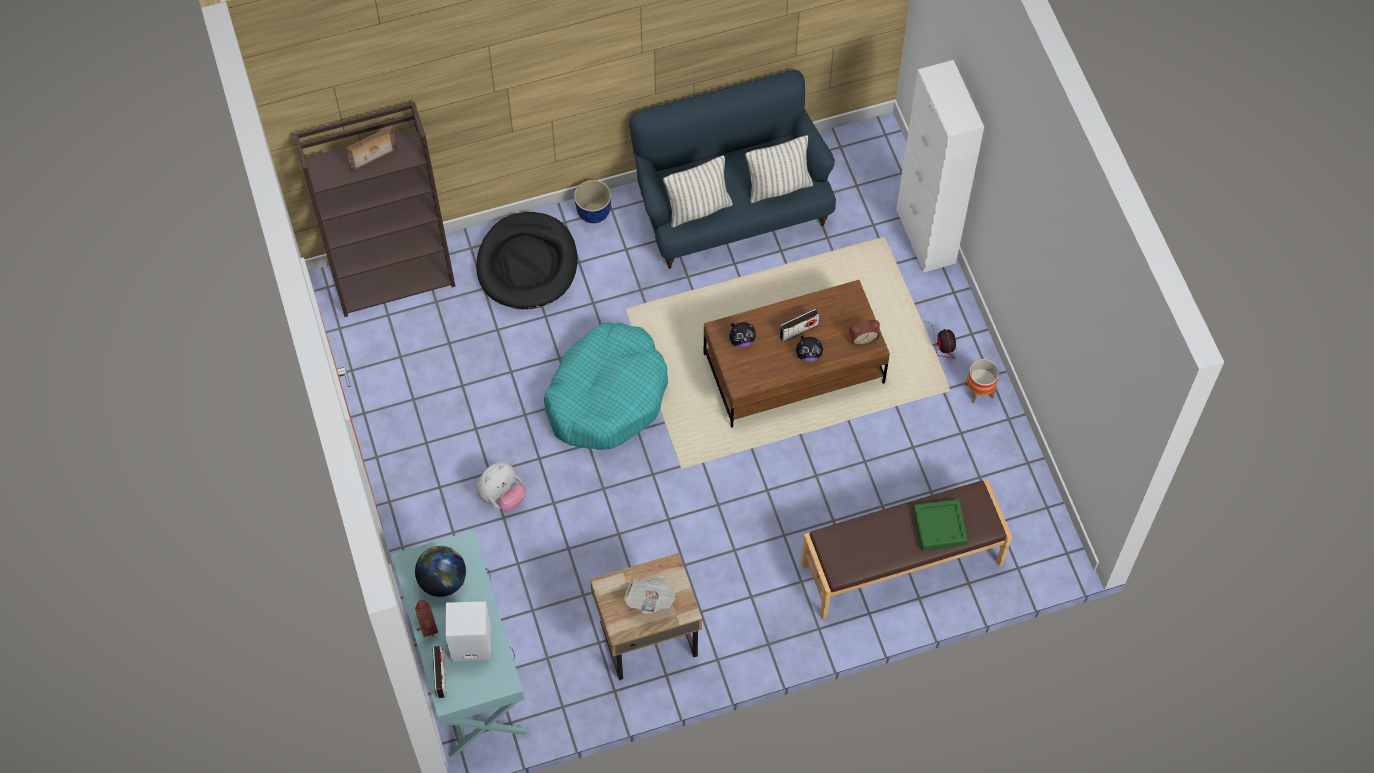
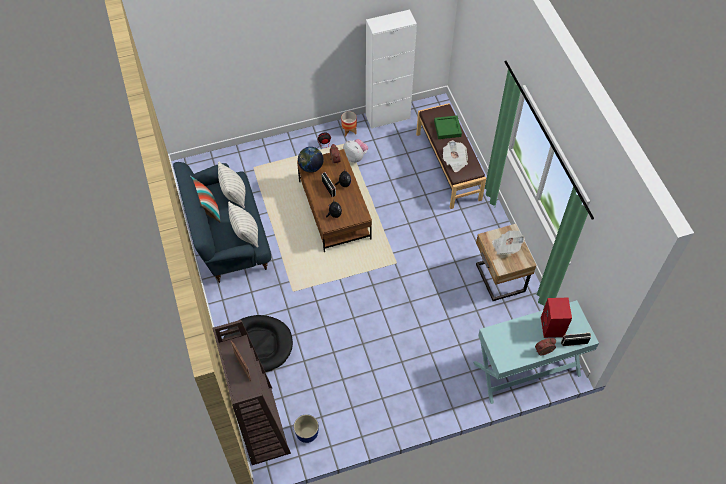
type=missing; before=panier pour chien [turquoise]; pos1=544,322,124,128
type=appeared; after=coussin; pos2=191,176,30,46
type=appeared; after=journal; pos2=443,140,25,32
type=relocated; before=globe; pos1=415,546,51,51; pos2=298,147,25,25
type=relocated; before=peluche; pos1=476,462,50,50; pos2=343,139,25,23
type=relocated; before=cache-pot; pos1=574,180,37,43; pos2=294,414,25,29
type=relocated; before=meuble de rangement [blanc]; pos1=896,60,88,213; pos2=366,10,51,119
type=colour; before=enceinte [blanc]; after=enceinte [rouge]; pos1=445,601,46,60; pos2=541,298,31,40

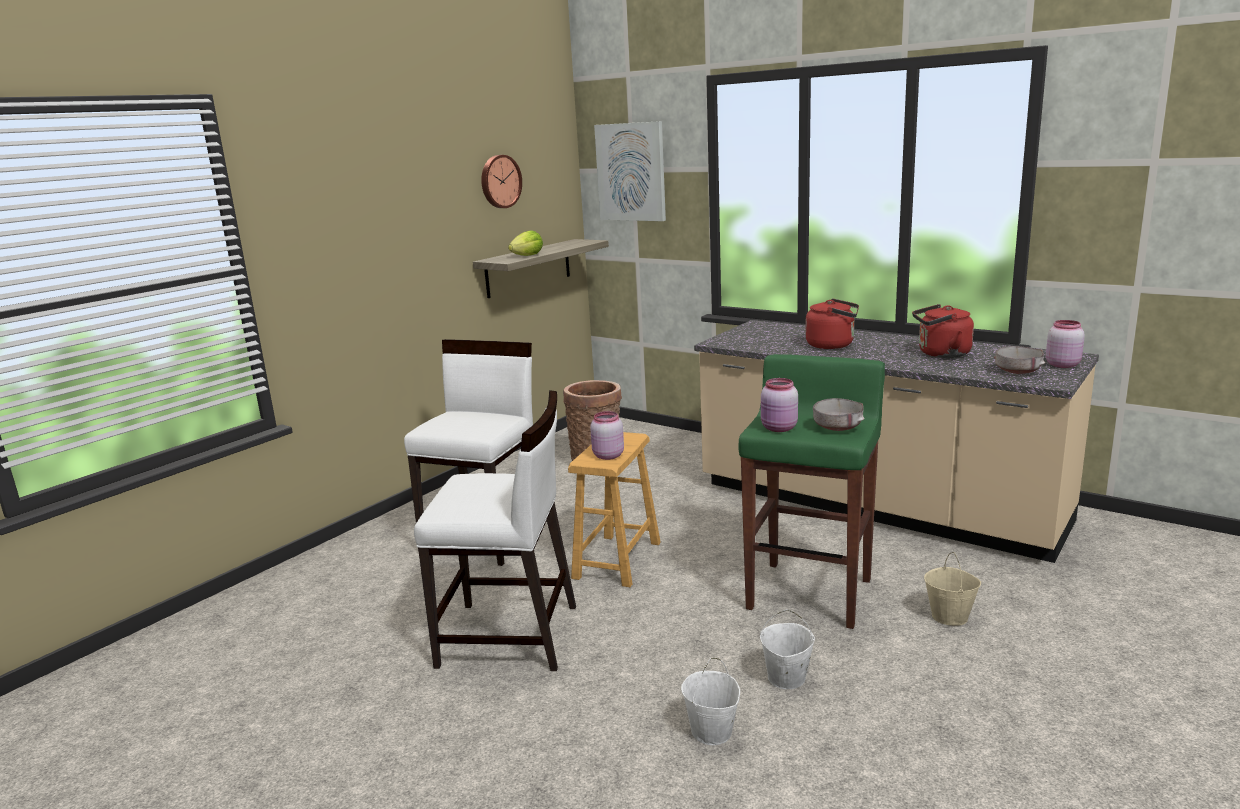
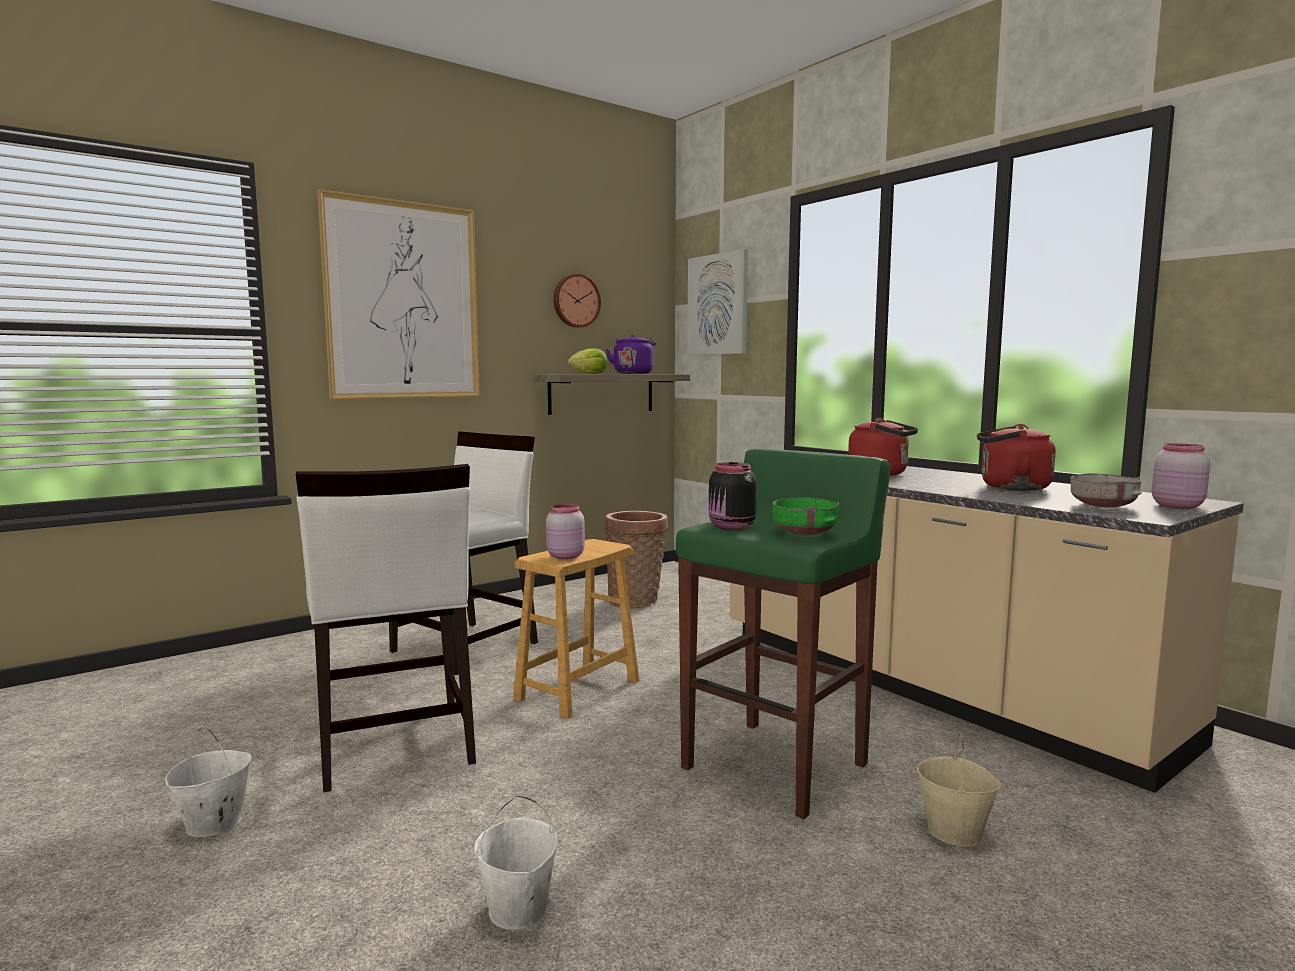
type=appeared; after=tableau; pos2=317,189,163,210
type=appeared; after=bouilloire [violet]; pos2=606,335,50,39
type=relocated; before=seau [blanc]; pos1=760,609,55,80; pos2=165,727,87,110
type=colour; before=bocal [rose]; after=bocal [noir]; pos1=761,378,37,54; pos2=709,462,48,68
type=colour; before=bol [gris]; after=bol [vert]; pos1=813,398,52,33; pos2=772,497,67,38
type=spun; before=chaise [blanc]; pos1=414,390,162,281; pos2=296,464,180,329; turn=45

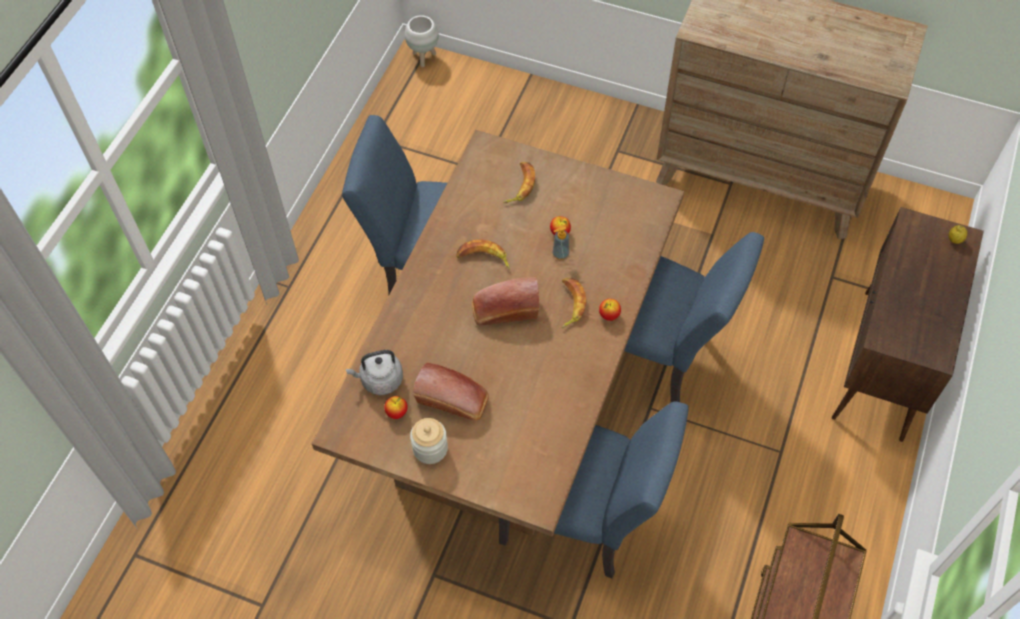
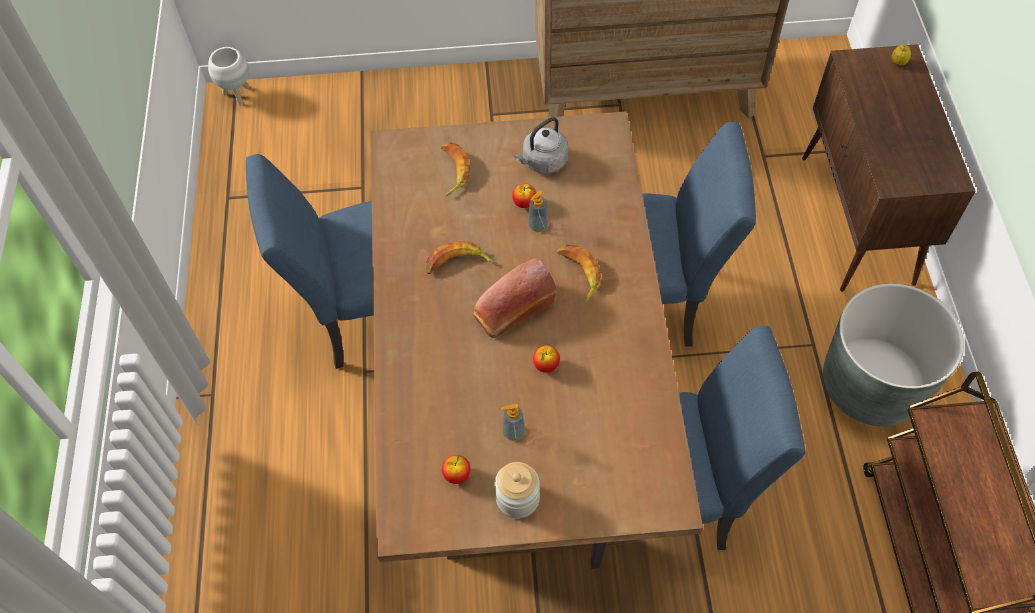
type=appeared; after=cache-pot [gris]; pos2=823,283,141,143
type=relocated; before=bouilloire [gris]; pos1=346,350,57,45; pos2=514,117,54,57
type=relocated; before=pomme; pos1=599,299,22,22; pos2=533,345,27,28
type=exchanged; before=pain; after=distributeur de savon; pos1=413,363,76,58; pos2=501,404,24,37

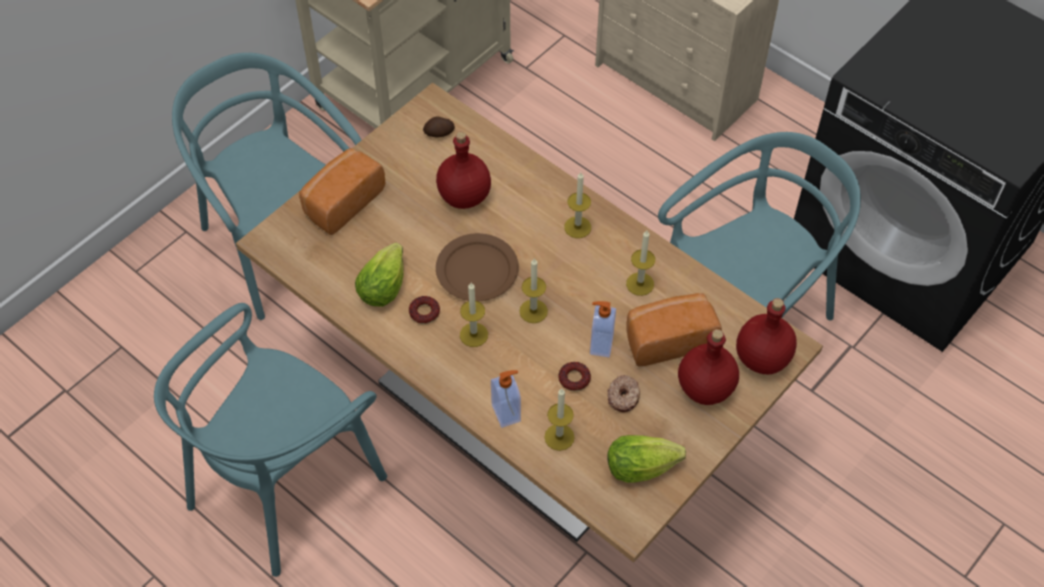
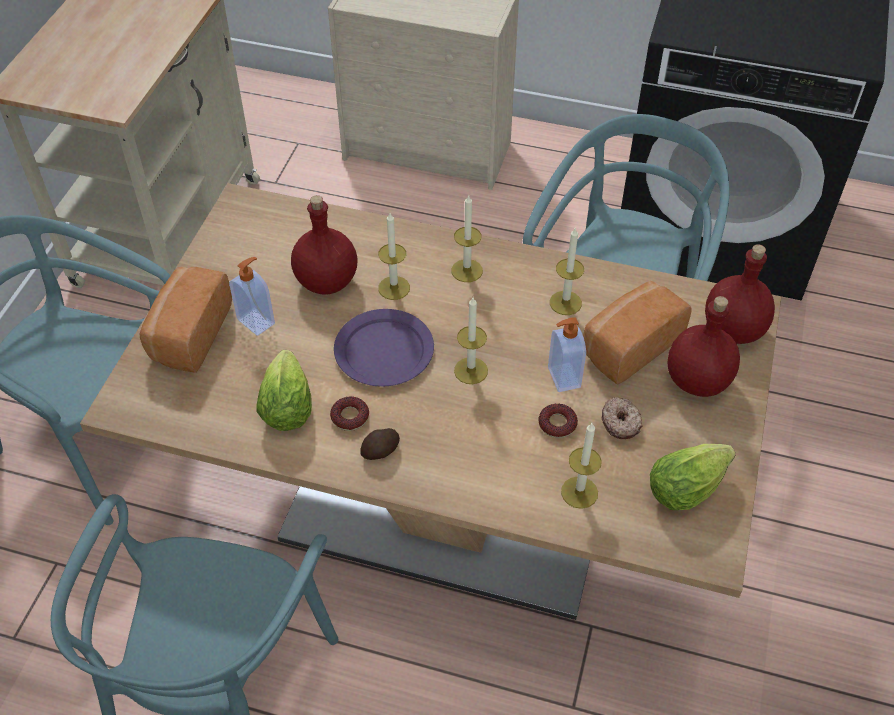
type=relocated; before=pomme de terre; pos1=423,116,32,22; pos2=360,428,40,32
type=relocated; before=bougie; pos1=460,283,28,64; pos2=378,213,32,87
type=relocated; before=distributeur de savon; pos1=491,370,30,58; pos2=229,257,46,79
type=colour; before=assiette [marron]; after=assiette [violet]; pos1=436,233,83,68; pos2=334,309,100,78

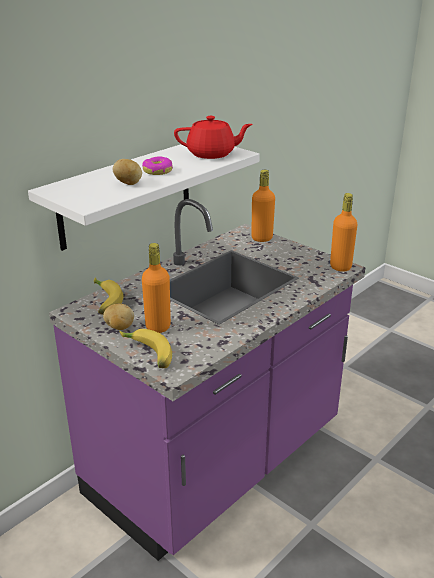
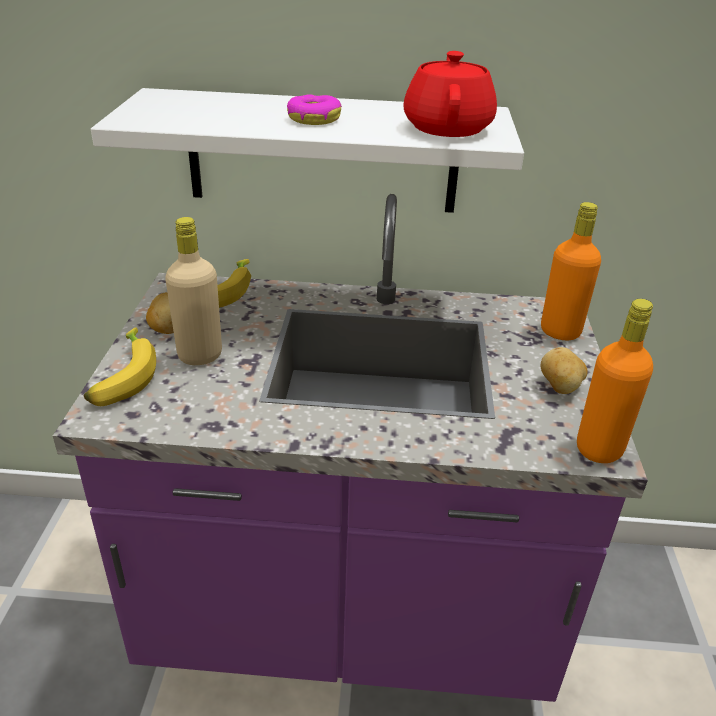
type=relocated; before=pomme de terre; pos1=113,159,29,26; pos2=541,347,47,47
type=colour; before=bouteille [orange]; after=bouteille [beige]; pos1=142,243,29,90; pos2=165,217,57,148
type=spun; before=théière [rouge]; pos1=174,116,79,43; pos2=403,51,94,86; turn=-135

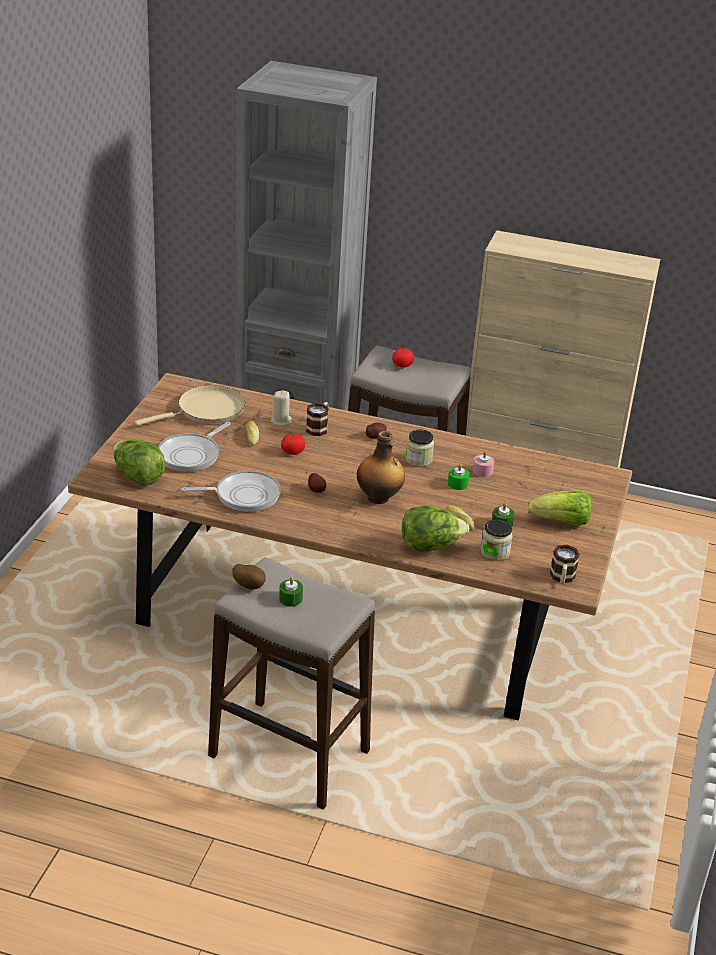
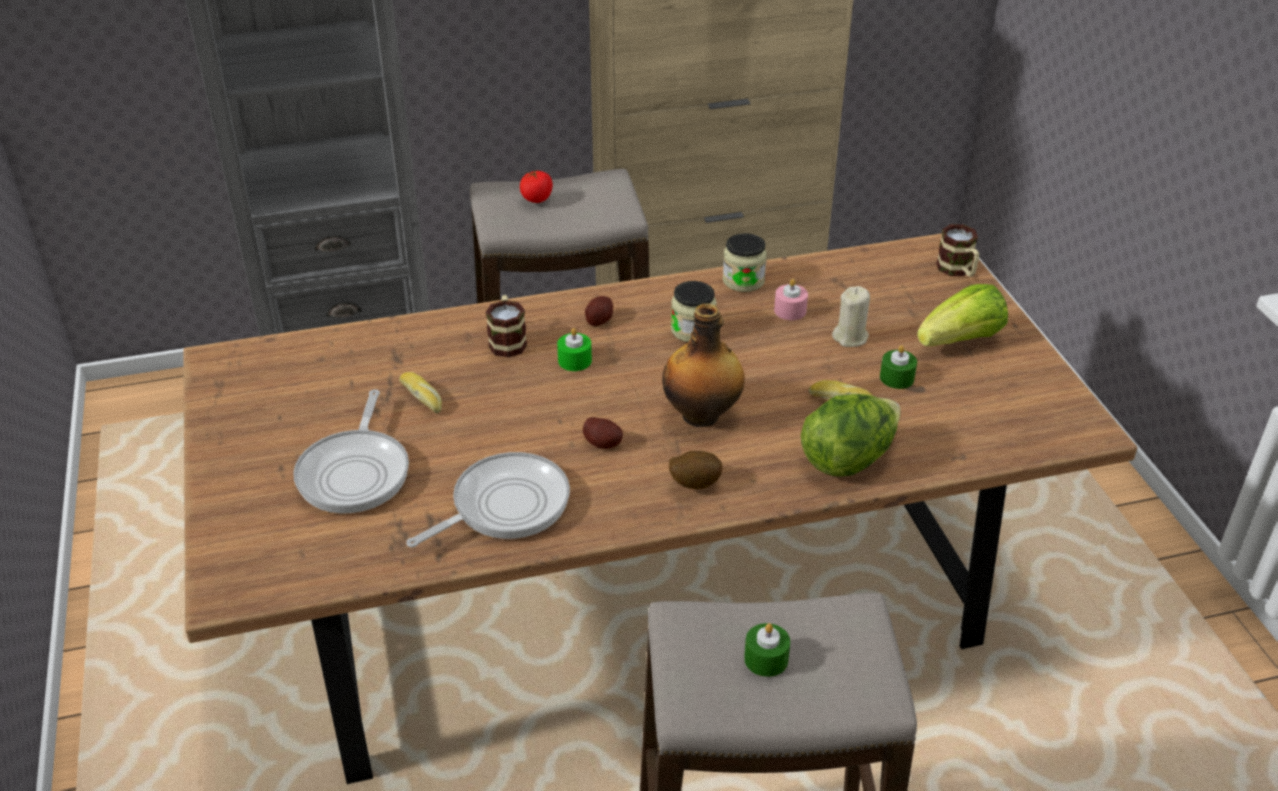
type=missing; before=laitue; pos1=113,439,52,47
type=missing; before=poêle [beige]; pos1=135,385,111,41
type=missing; before=tomate; pos1=281,433,24,22
type=relocated; before=pomme de terre; pos1=232,564,34,26; pos2=669,451,54,38
type=relocated; before=bougie [beige]; pos1=271,390,21,36; pos2=832,286,38,61
type=relocated; before=bougie [vert]; pos1=448,464,22,26; pos2=557,328,35,43
type=relocated; before=bocal; pos1=480,519,33,42; pos2=723,233,44,59
type=relocated; before=mug; pos1=550,545,30,39; pos2=936,224,43,53

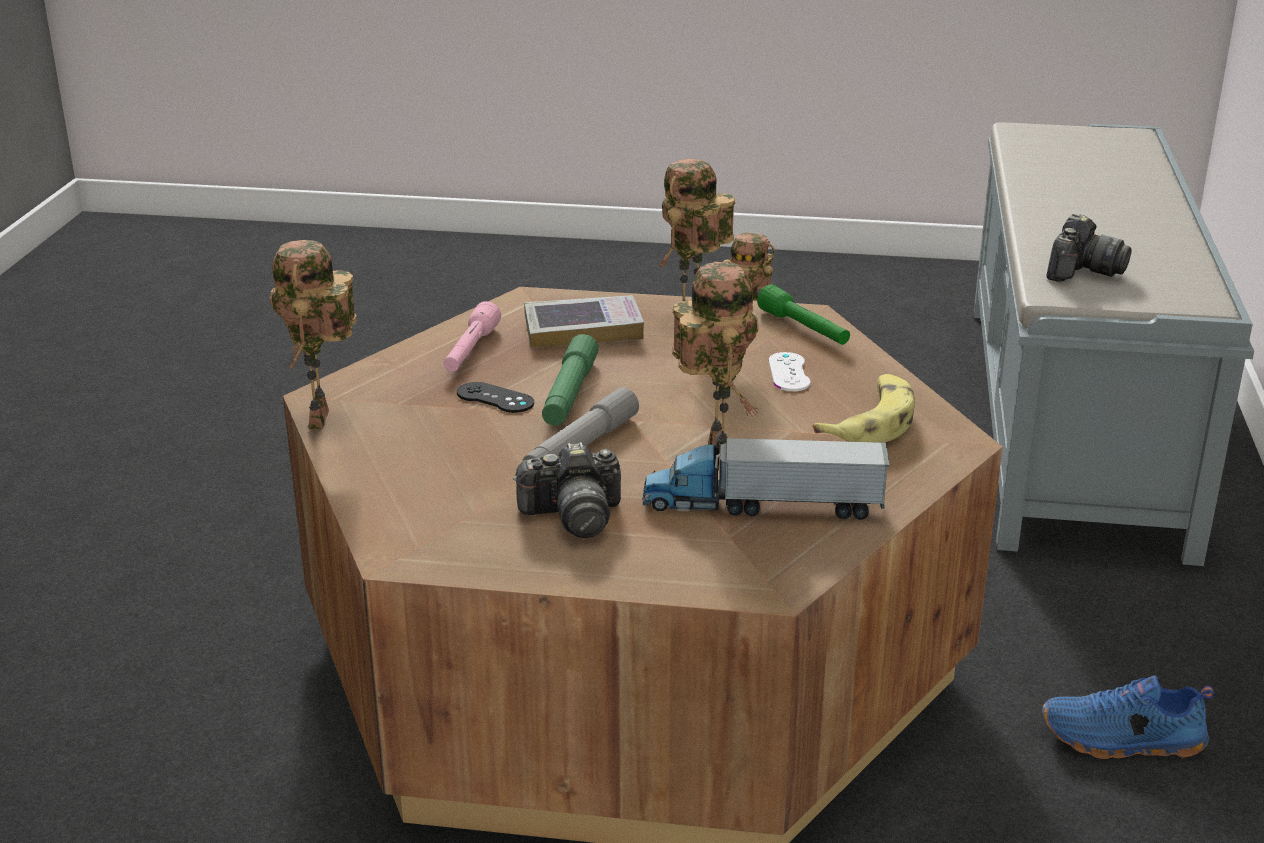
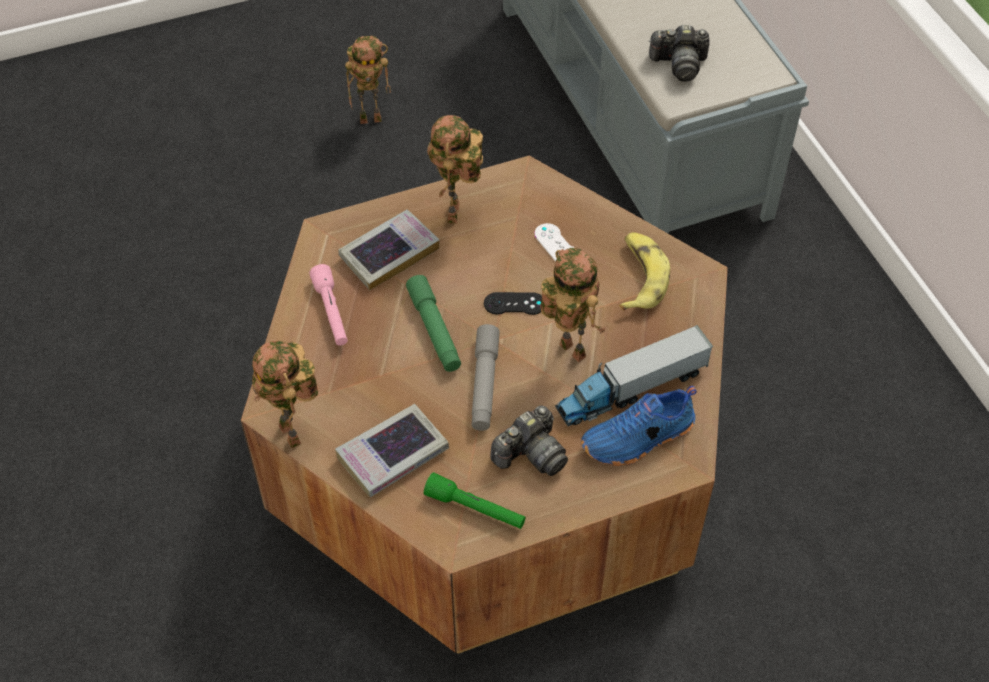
type=appeared; after=livre; pos2=335,404,114,93
type=relocated; before=manette [noir]; pos1=457,382,77,31; pos2=484,292,58,23
type=relocated; before=lampe de poche [vert]; pos1=757,284,93,61; pos2=424,472,102,57
type=relocated; before=chaussure [bleu]; pos1=1042,675,172,84; pos2=581,386,116,80
type=spun; before=appareil photo; pos1=1046,214,86,68; pos2=649,25,61,57; turn=90

